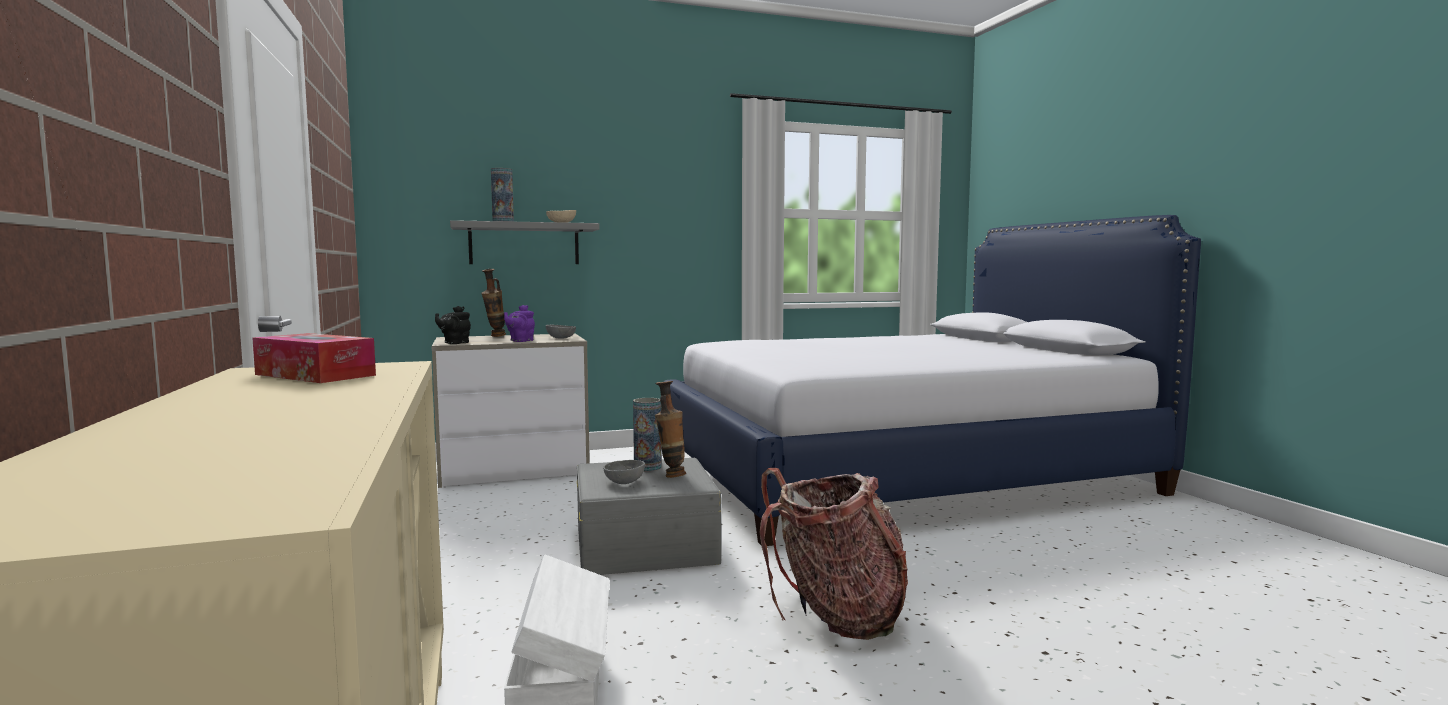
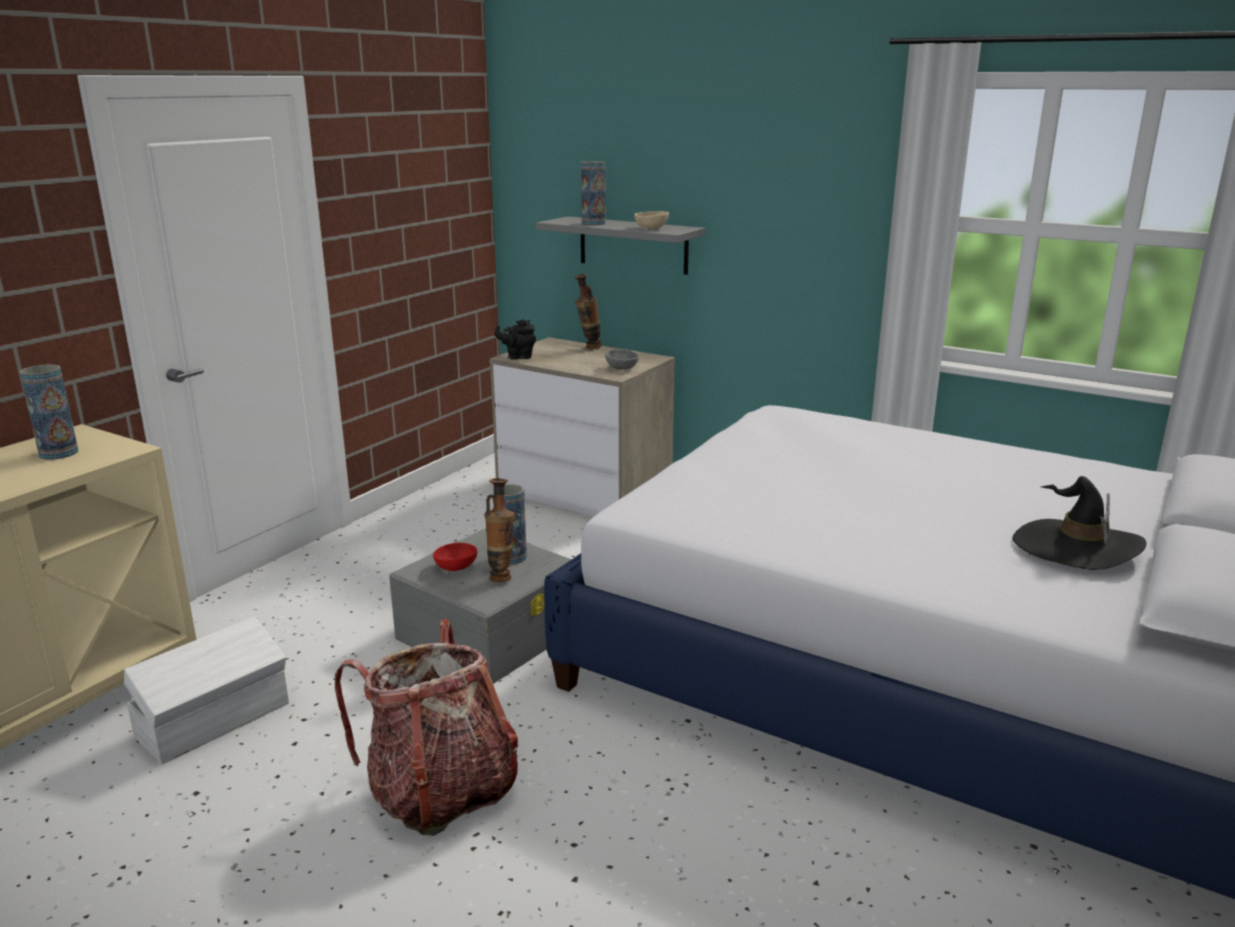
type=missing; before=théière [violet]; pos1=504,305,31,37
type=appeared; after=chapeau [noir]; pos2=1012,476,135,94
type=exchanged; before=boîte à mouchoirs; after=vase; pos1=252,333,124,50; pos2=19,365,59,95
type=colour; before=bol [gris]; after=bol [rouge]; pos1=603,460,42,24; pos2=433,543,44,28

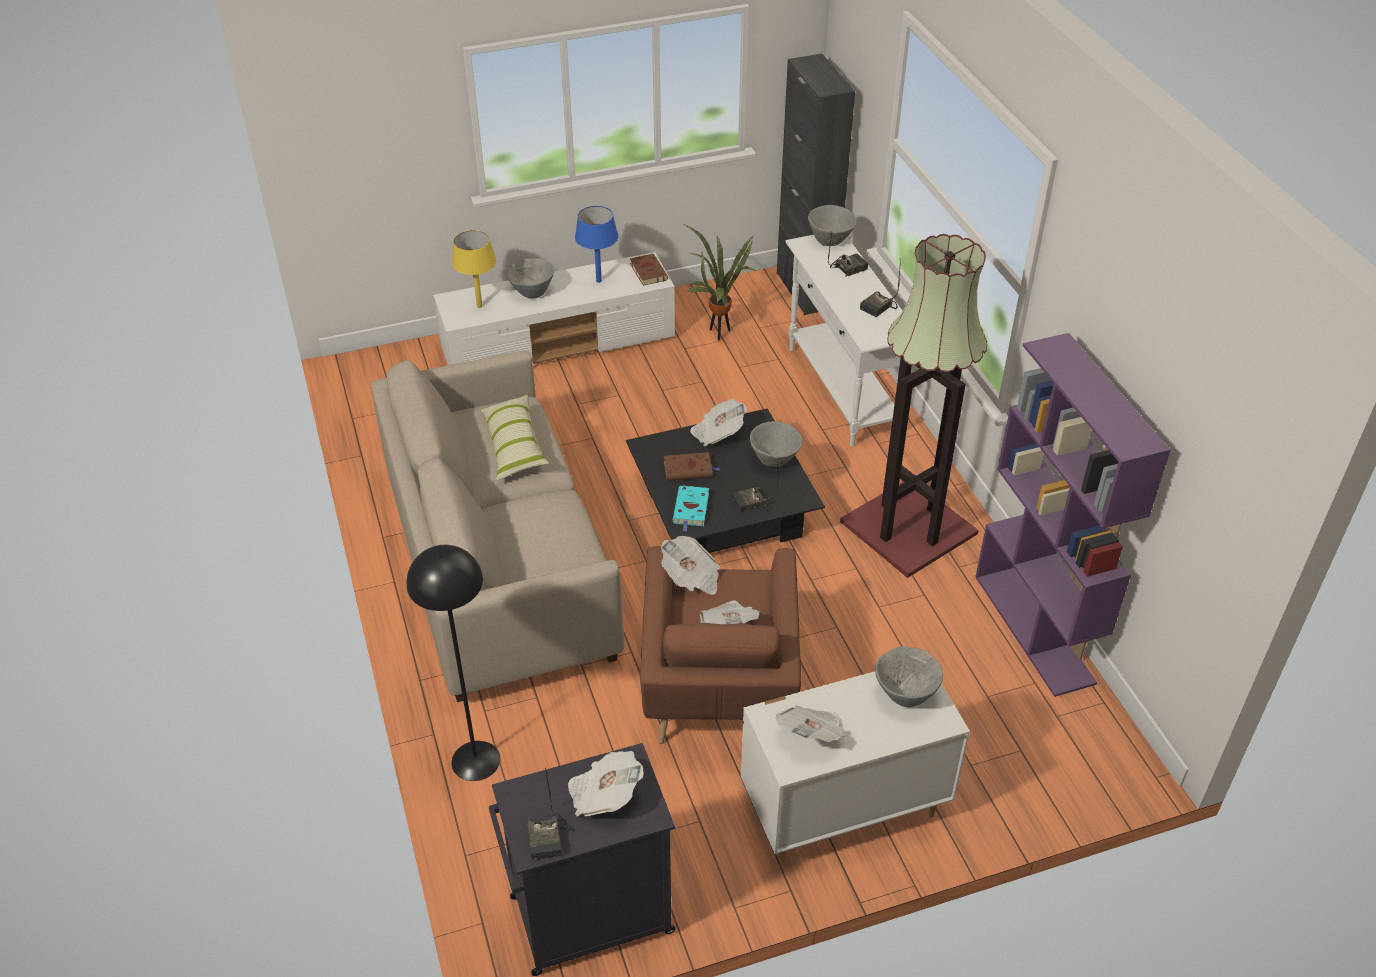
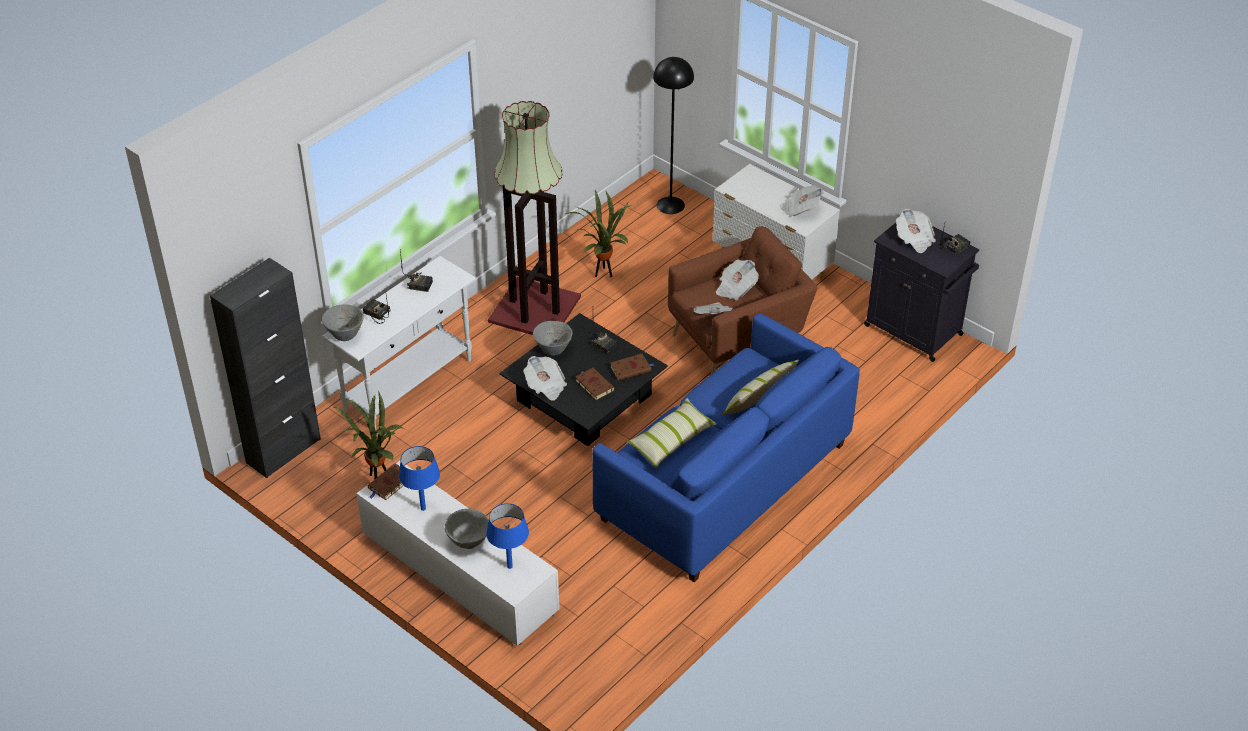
type=missing; before=bol [gris]; pos1=875,647,68,60
type=missing; before=bibliothèque [violet]; pos1=975,333,196,364
type=appeared; after=plante en pot; pos2=565,190,66,87
type=appeared; after=coussin; pos2=723,360,76,55
type=relocated; before=lampadaire [noir]; pos1=406,545,94,236; pos2=653,57,41,157
type=colour; before=canapé [beige]; after=canapé [bleu]; pos1=371,350,254,352; pos2=592,314,268,268
type=colour; before=lampe de table [jaune]; after=lampe de table [bleu]; pos1=452,230,44,78; pos2=486,503,43,66
type=colour; before=livre [turquoise]; after=livre [marron]; pos1=672,485,37,47; pos2=610,354,44,27

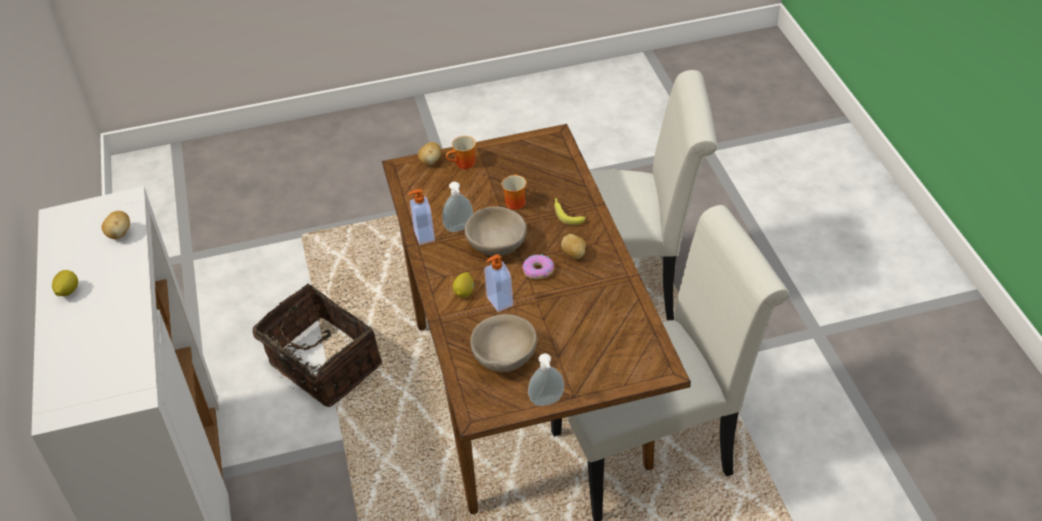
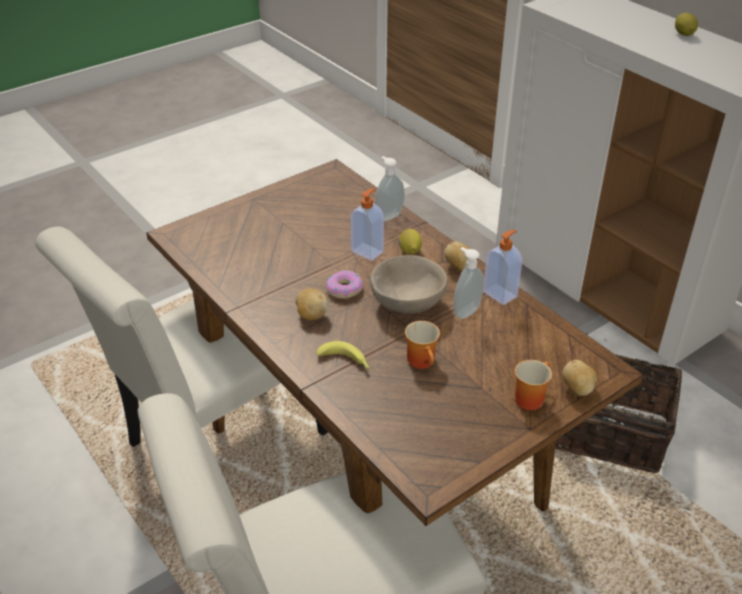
type=missing; before=bol [beige]; pos1=470,314,67,58
type=relocated; before=pomme de terre; pos1=102,211,28,28; pos2=444,242,27,29
type=relocated; before=distributeur de savon; pos1=528,354,36,52; pos2=375,156,30,65

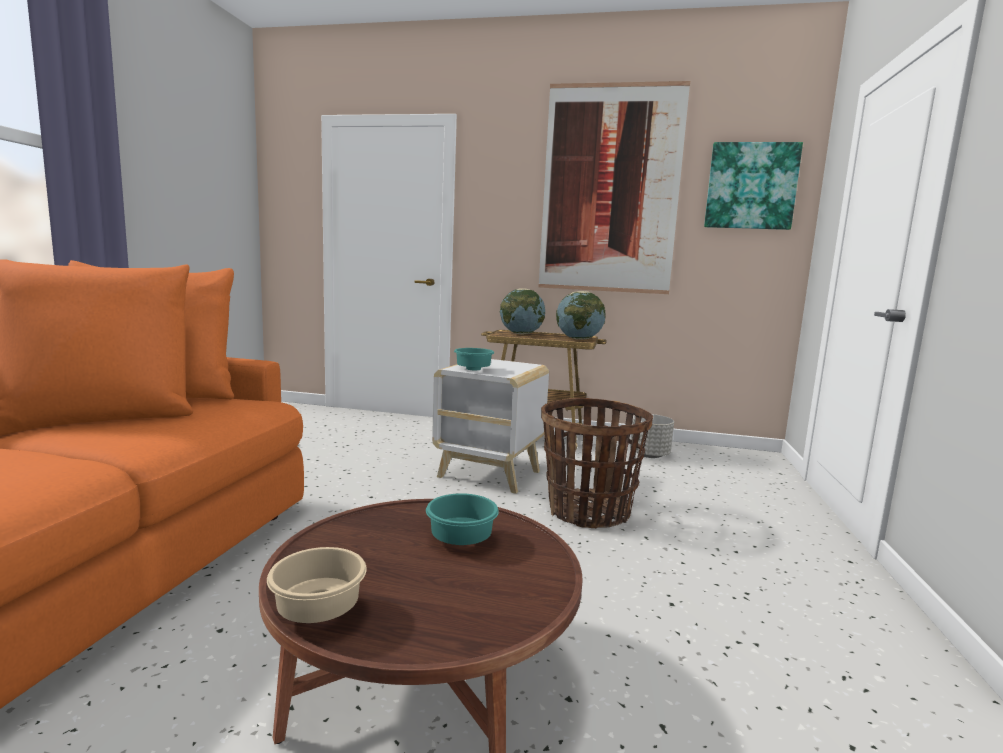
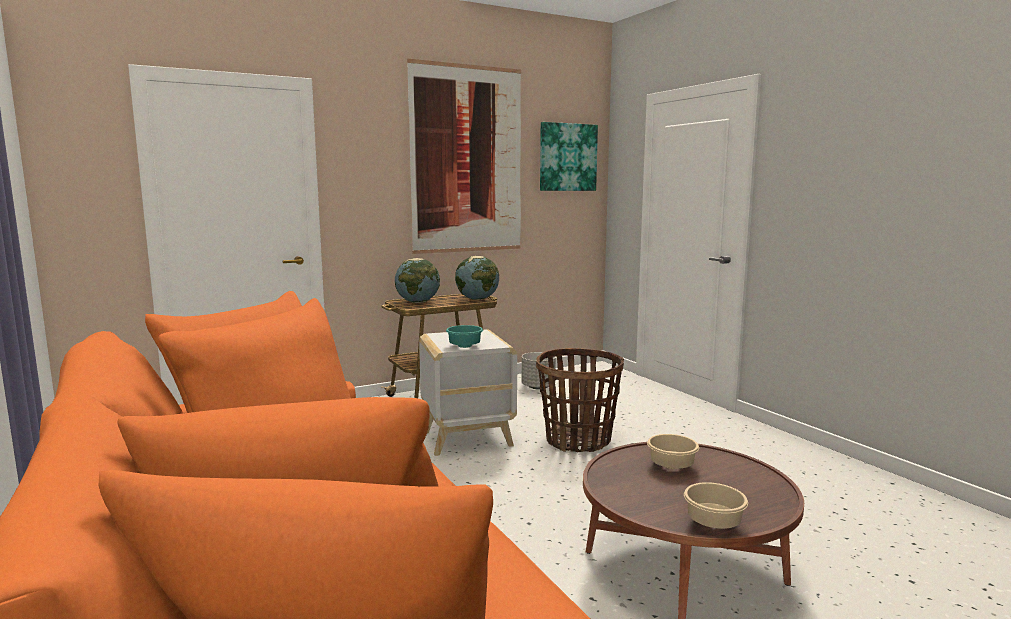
type=colour; before=bol [turquoise]; after=bol [beige]; pos1=426,493,73,52; pos2=647,434,52,35

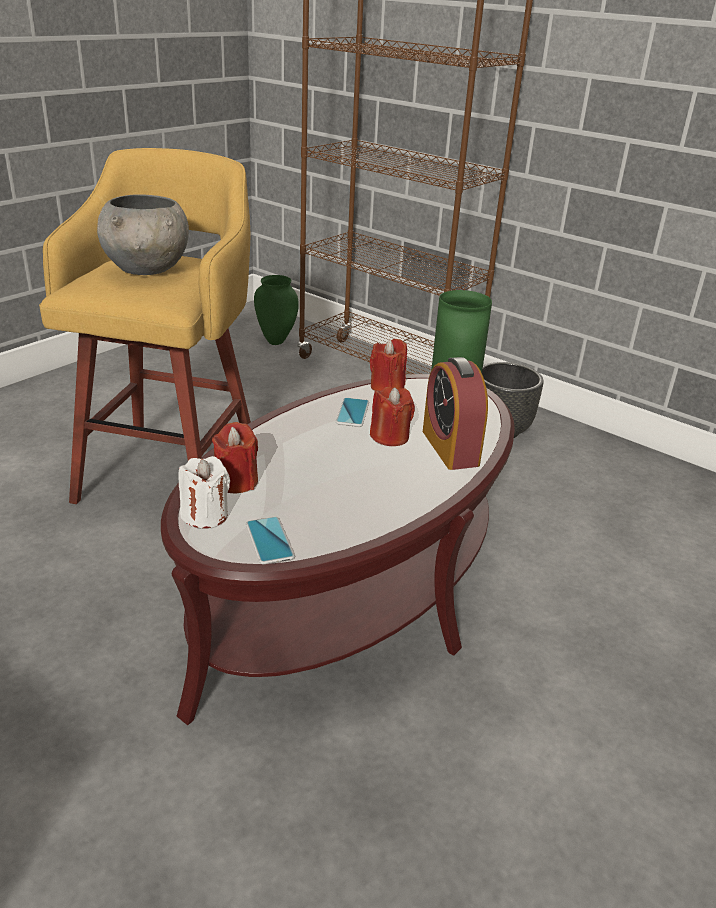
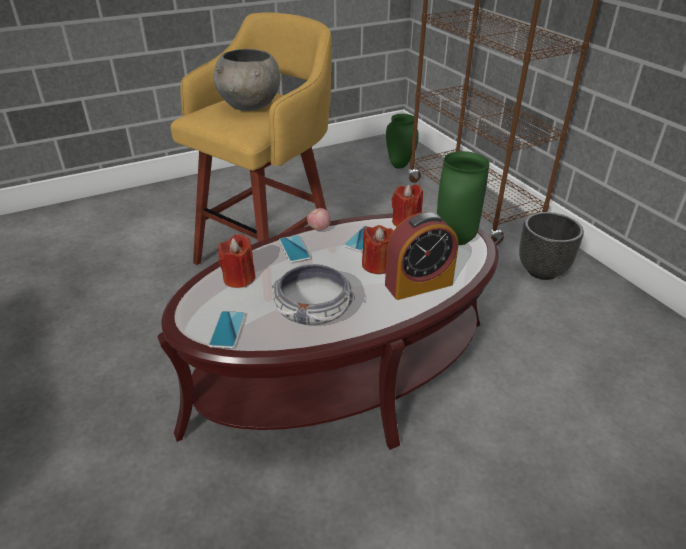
type=missing; before=bougie [blanc]; pos1=178,456,52,72
type=appeared; after=bol; pos2=272,264,83,61
type=appeared; after=téléphone; pos2=279,235,32,28
type=appeared; after=pomme; pos2=307,208,24,23
type=spun; before=réveil; pos1=423,357,65,113; pos2=385,212,73,88; turn=-120

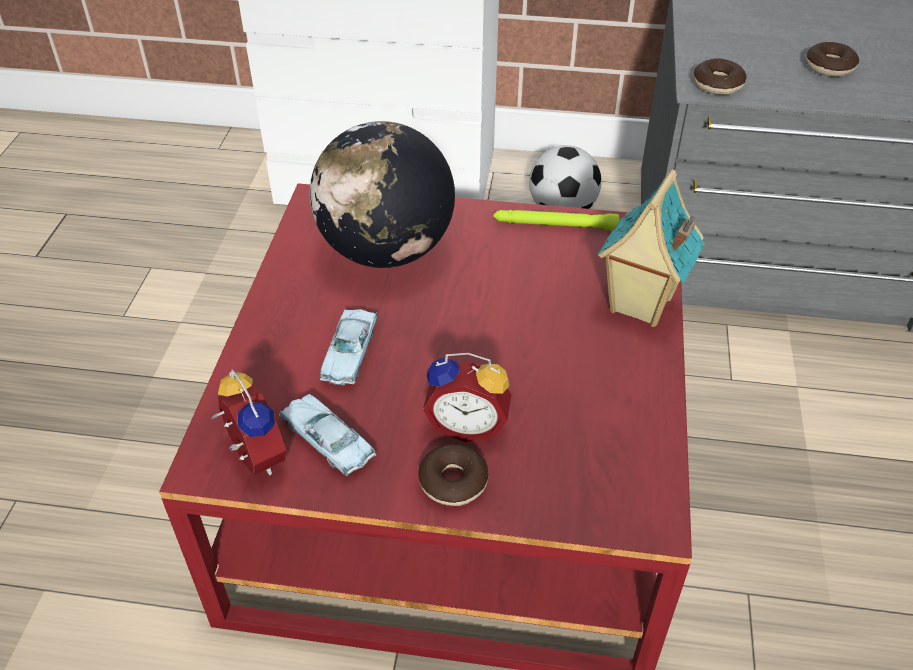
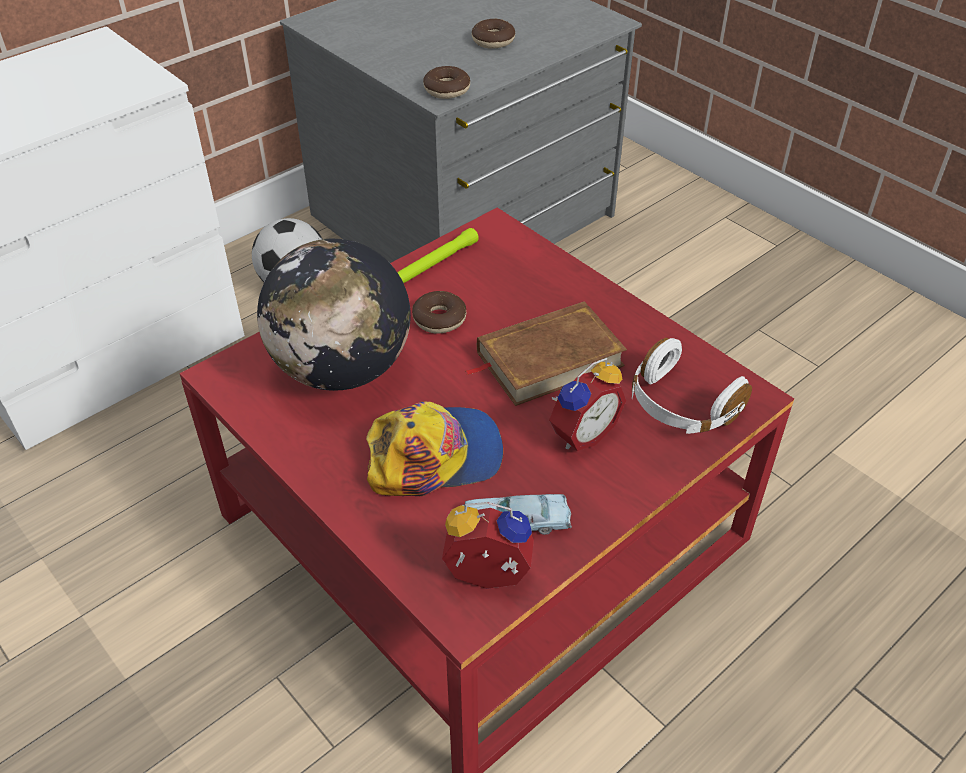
type=missing; before=maison miniature; pos1=598,170,106,157
type=appeared; after=livre [marron]; pos2=466,301,161,105
type=appeared; after=casque audio [blanc]; pos2=632,338,120,96
type=relocated; before=beignet; pos1=418,444,70,62; pos2=412,291,54,43
type=exchanged; before=petite voiture [bleu]; after=casquette; pos1=320,309,58,76; pos2=366,401,137,95

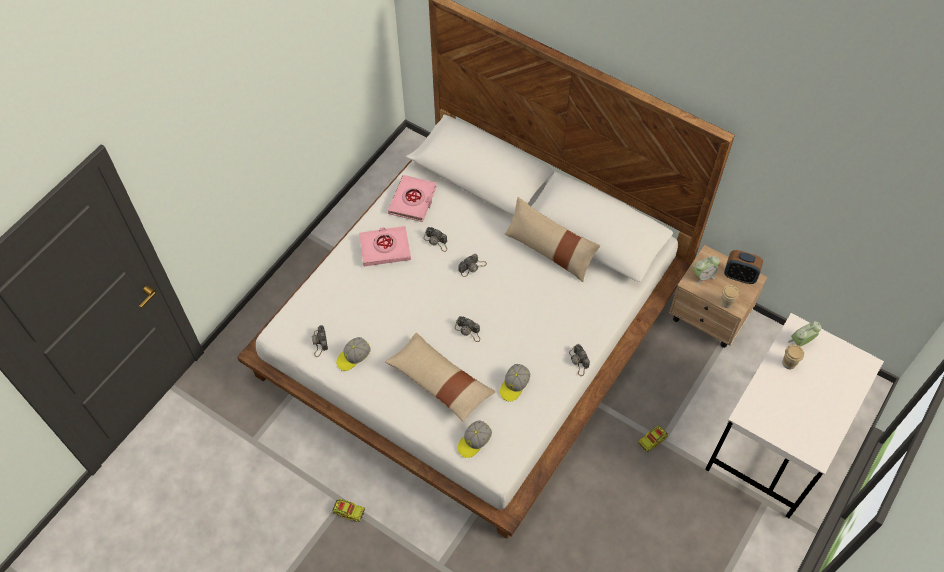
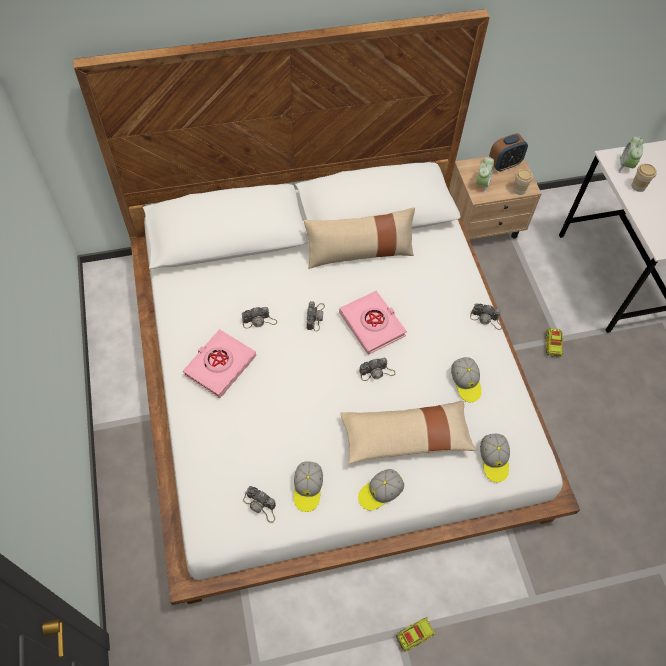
type=appeared; after=casquette; pos2=358,469,46,41
type=relocated; before=livre [rose]; pos1=388,175,49,47; pos2=339,291,68,64

